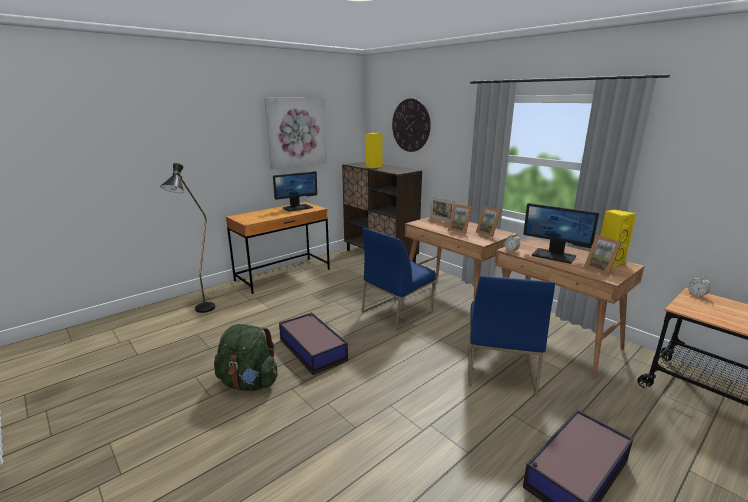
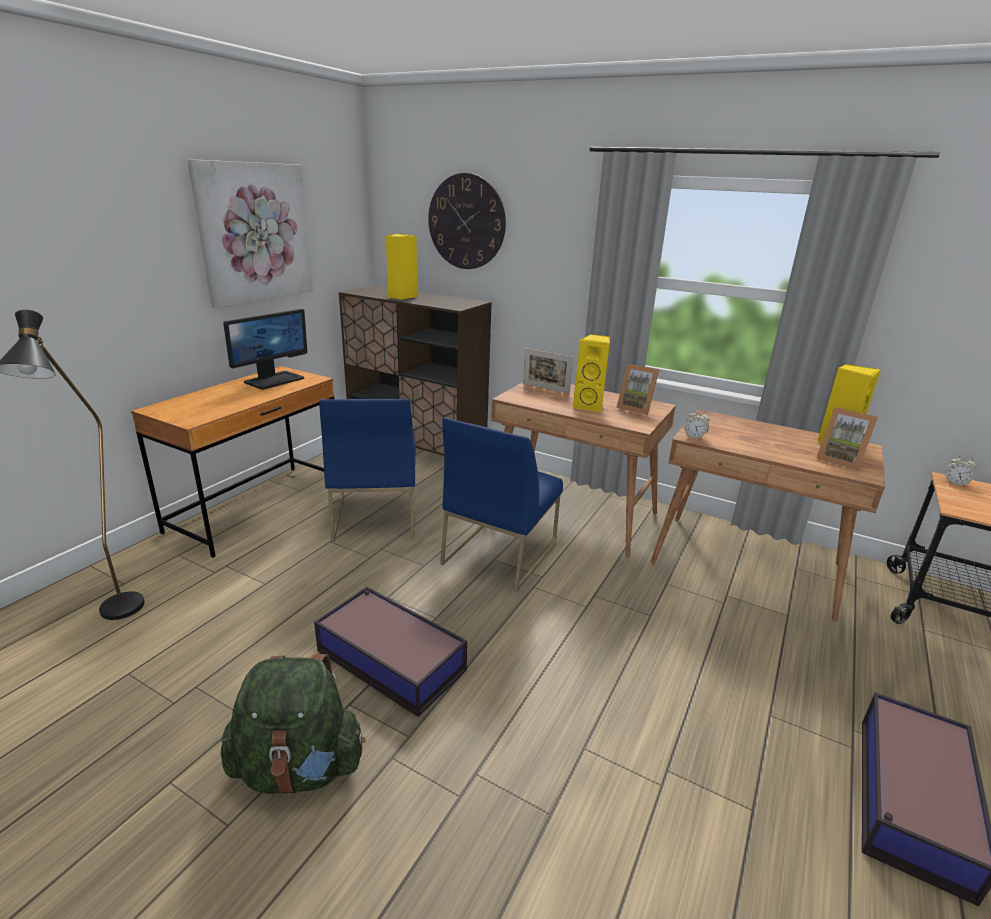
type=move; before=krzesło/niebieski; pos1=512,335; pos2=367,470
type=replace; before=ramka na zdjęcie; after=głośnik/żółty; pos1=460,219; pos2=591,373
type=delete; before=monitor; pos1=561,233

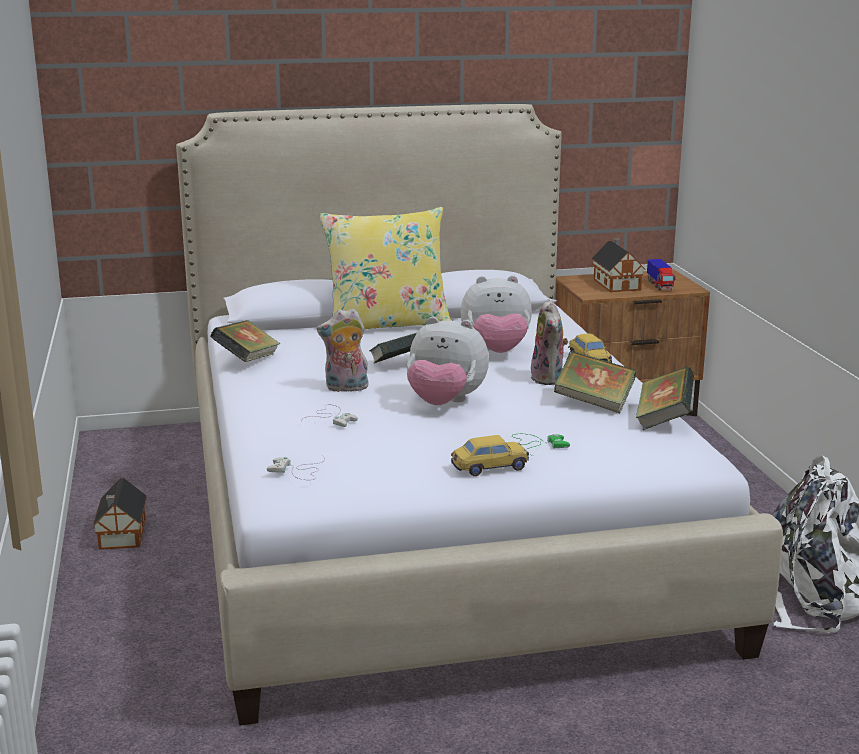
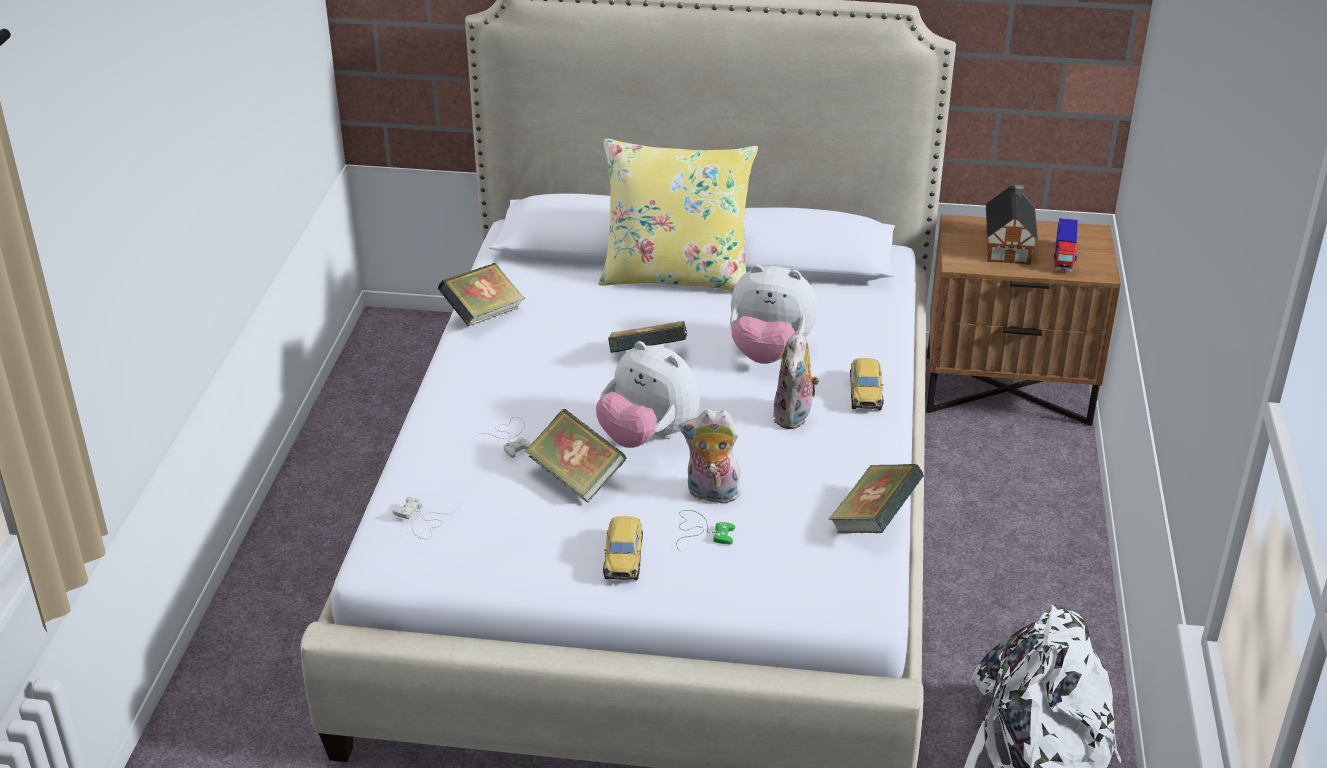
type=move; before=książka; pos1=595,382; pos2=575,456
type=rotate; before=samochodzik; pos1=490,455; pos2=623,548; turn=90
type=move; before=pluszak; pos1=343,350; pos2=711,456
type=delete; before=domek; pos1=119,514

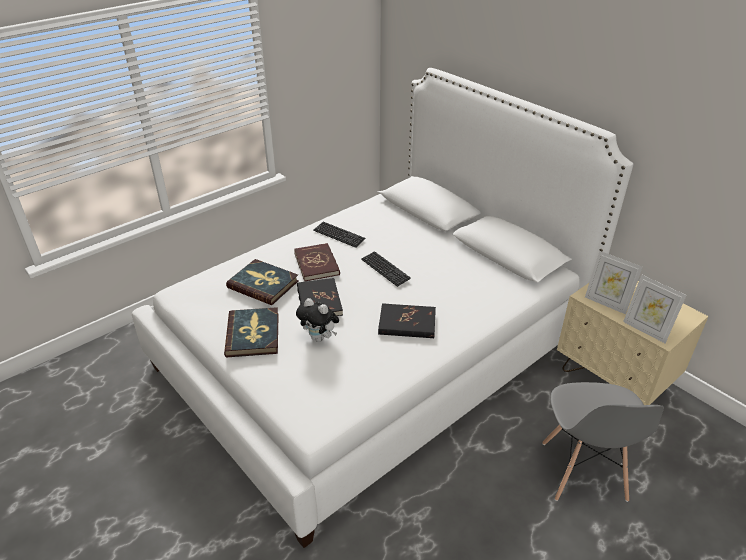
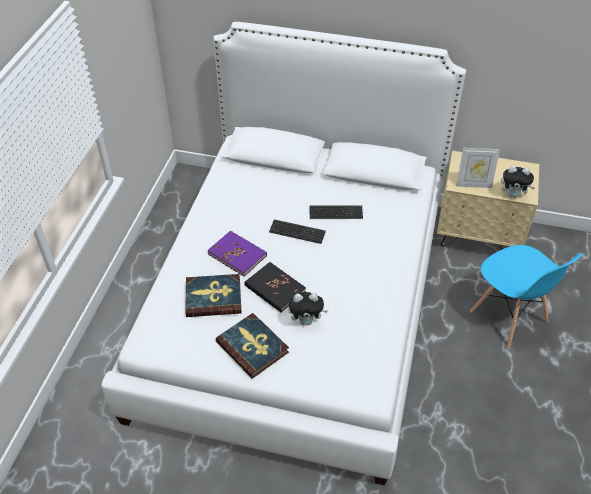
type=recolor; before=książka/czerwony; after=książka/fioletowy; pos1=317,262; pos2=237,254
type=move; before=klawiatura; pos1=339,235; pos2=336,212
type=recolor; before=krzesło/szary; after=krzesło/niebieski; pos1=603,442; pos2=526,296
type=replace; before=ramka na zdjęcie; after=pluszak; pos1=655,309; pos2=518,182
type=delete; before=książka/czarny; pos1=407,320

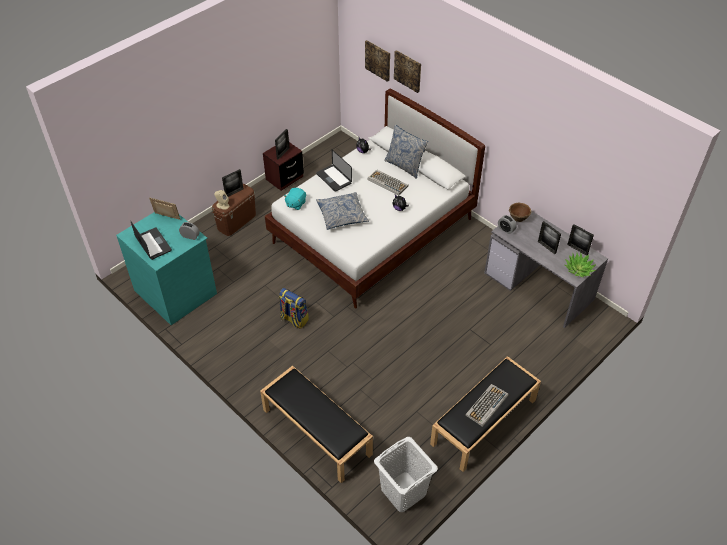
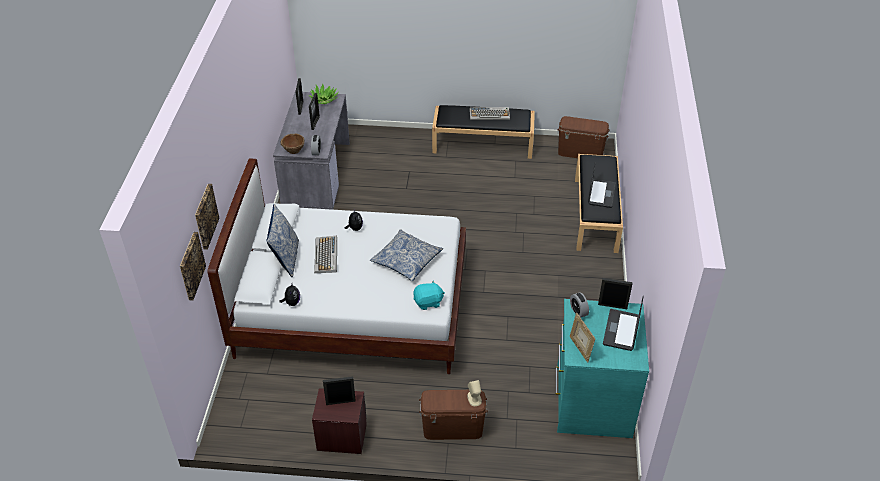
type=replace; before=kosz na pranie/biały; after=pojemnik do przechowywania/brązowy; pos1=406,474; pos2=584,137
type=move; before=laptop; pos1=334,171; pos2=602,184
type=move; before=ramka na zdjęcie; pos1=232,183; pos2=615,293
type=delete; before=plecak; pos1=294,308

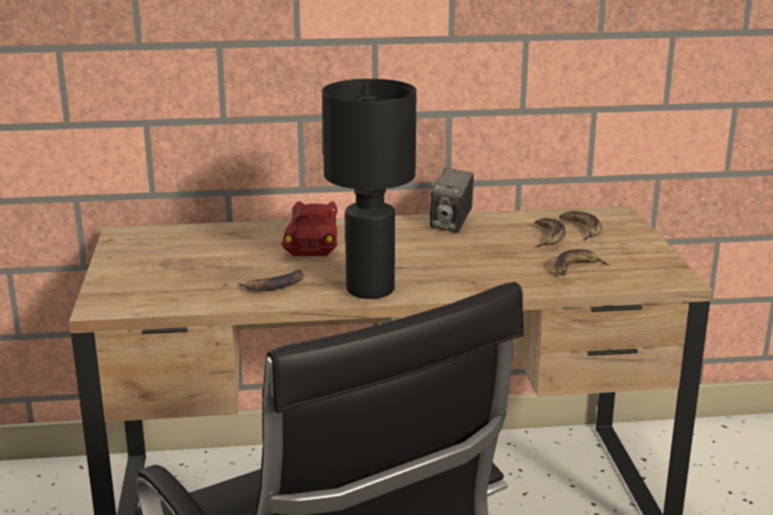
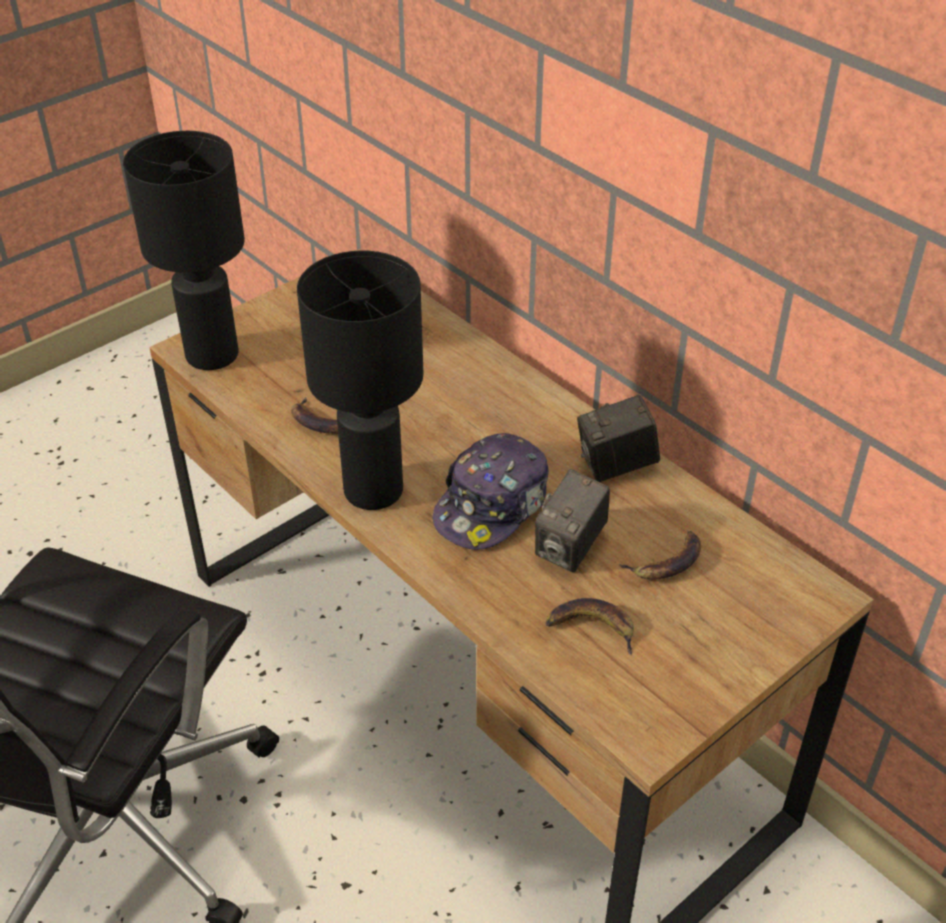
type=insert; after=lampa stołowa/czarny; pos2=184,250
type=insert; after=czapka z daszkiem; pos2=491,491
type=insert; after=aparat fotograficzny; pos2=572,521
type=delete; before=samochodzik/czerwony; pos1=309,228
type=delete; before=banan; pos1=580,226

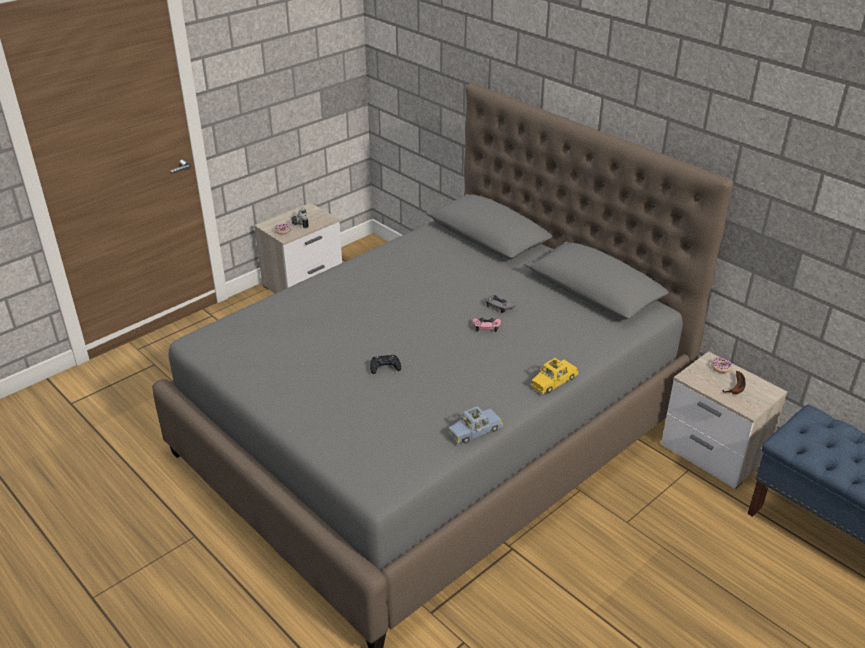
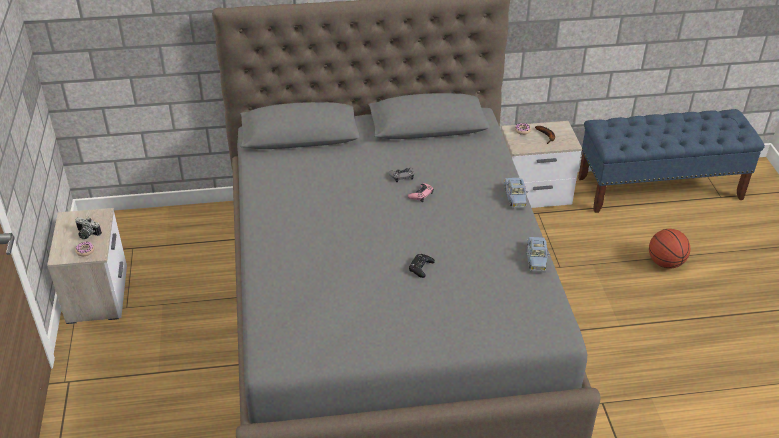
type=recolor; before=samochodzik/żółty; after=samochodzik/niebieski; pos1=554,376; pos2=516,193
type=insert; after=piłka do koszykówki; pos2=669,249

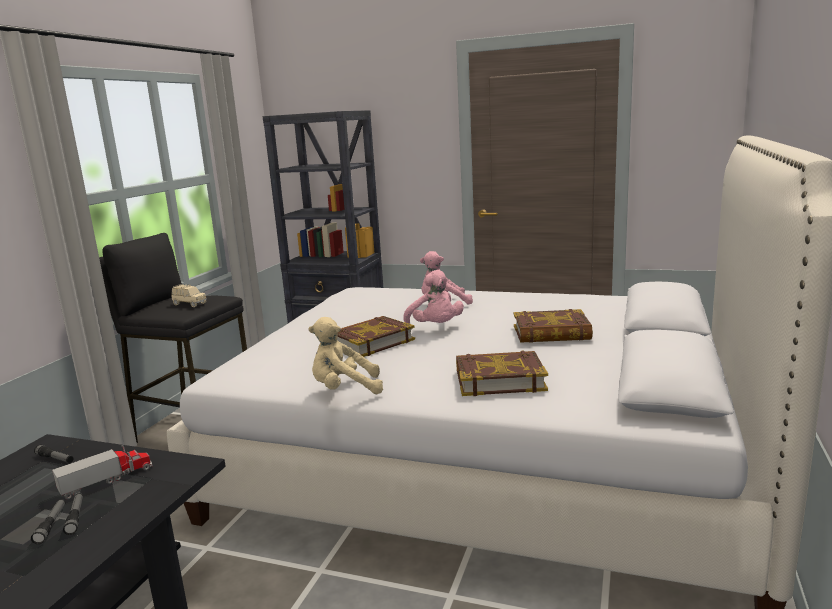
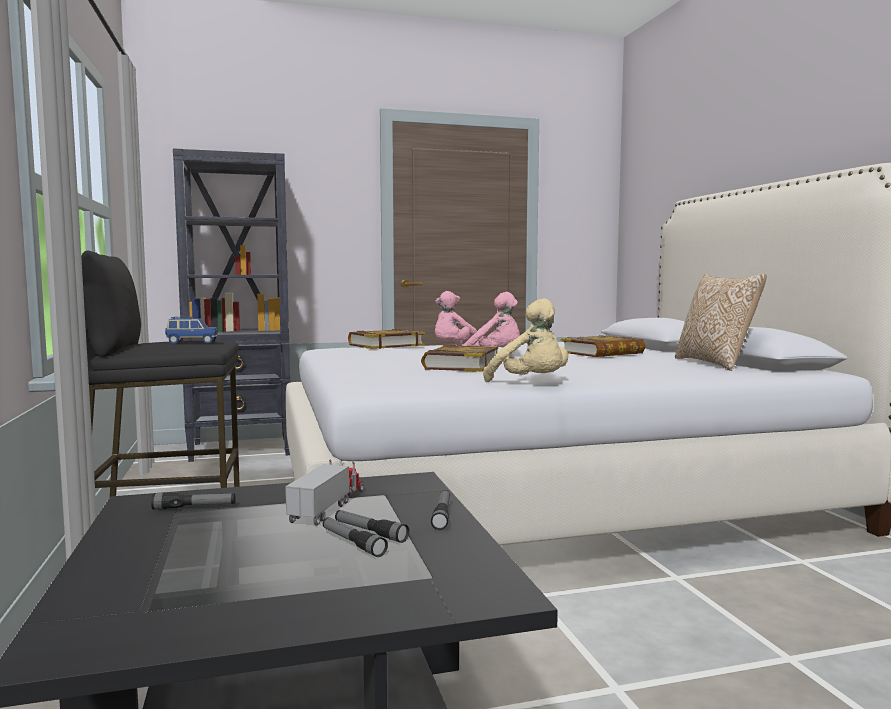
type=recolor; before=samochodzik/beżowy; after=samochodzik/niebieski; pos1=189,295; pos2=191,330
type=move; before=książka; pos1=502,373; pos2=386,339
type=insert; after=latarka; pos2=440,510
type=rotate; before=pluszak/beżowy; pos1=345,355; pos2=525,340; turn=-90
type=insert; after=poduszka; pos2=721,322

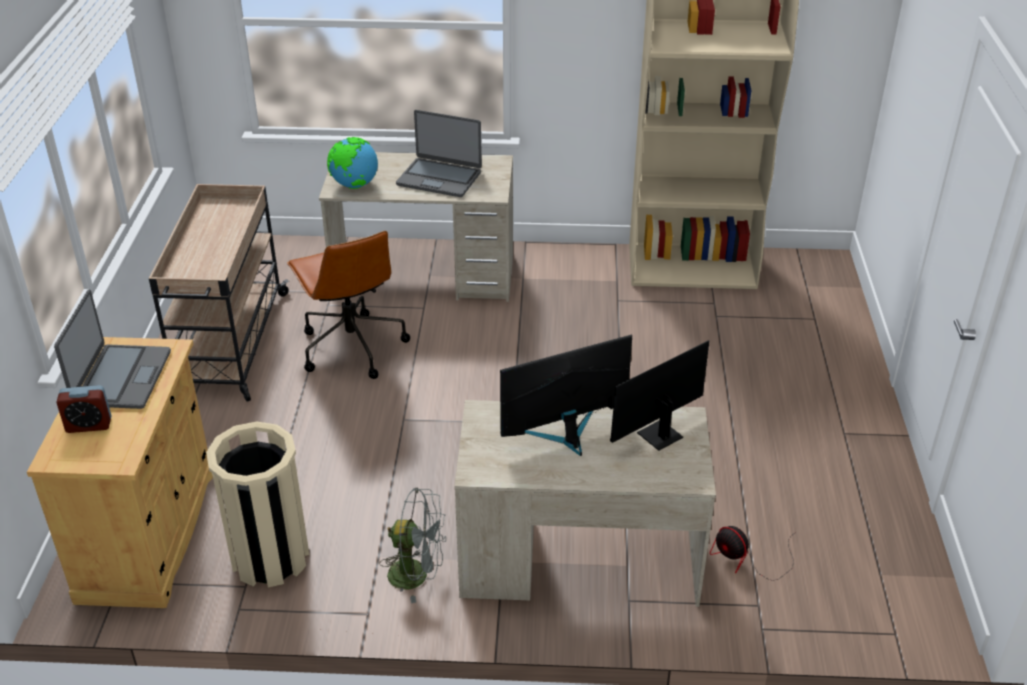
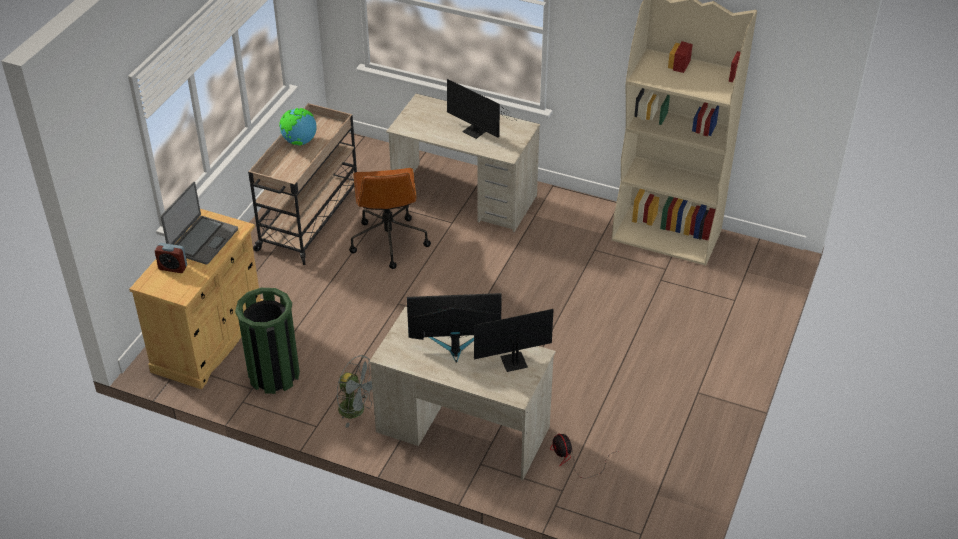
type=recolor; before=kosz na śmieci/beżowy; after=kosz na śmieci/zielony; pos1=257,505; pos2=267,341
type=move; before=globus; pos1=352,163; pos2=298,127
type=replace; before=laptop; after=monitor; pos1=439,153; pos2=480,109

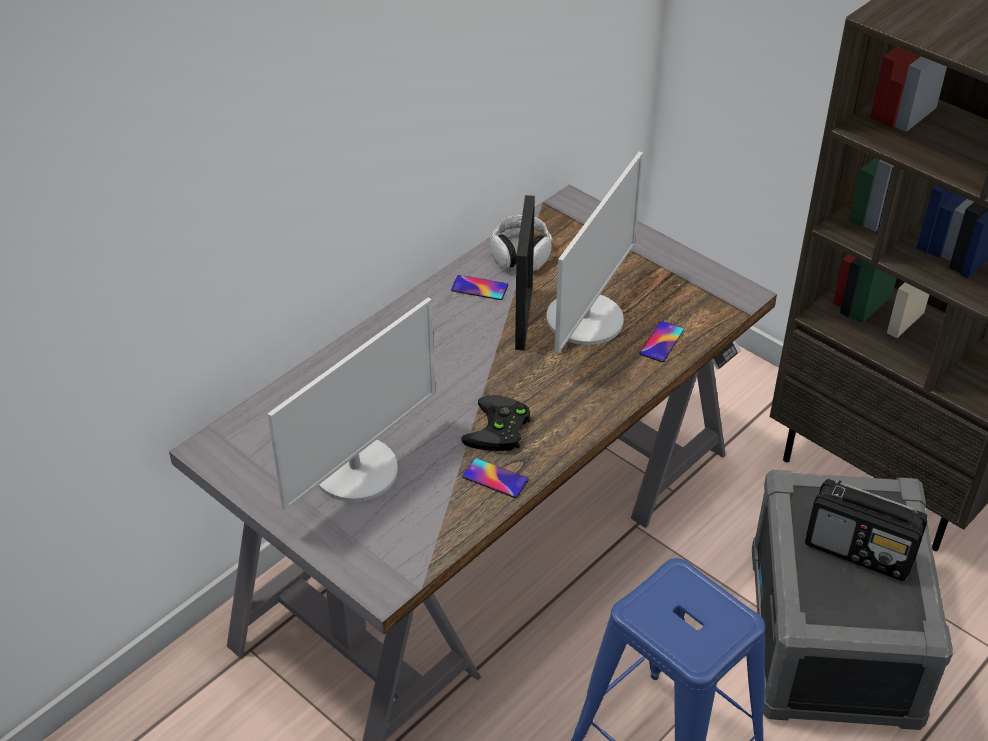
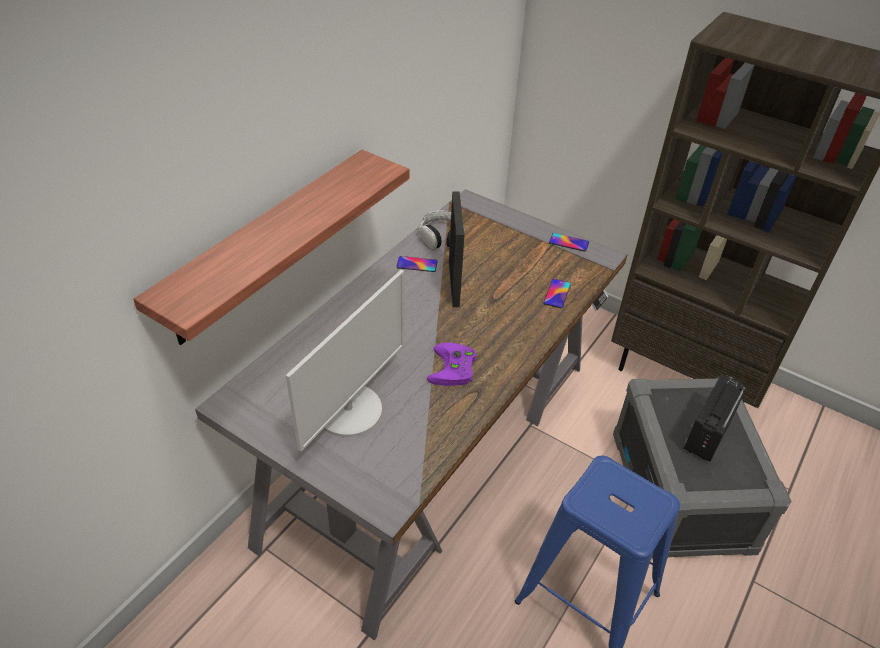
type=insert; after=półka; pos2=271,247
type=recolor; before=pad do gier/czarny; after=pad do gier/fioletowy; pos1=496,423; pos2=451,364
type=move; before=telefon; pos1=495,478; pos2=569,242
type=rotate; before=radio; pos1=866,530; pos2=715,417; turn=105
type=delete; before=monitor; pos1=595,252

